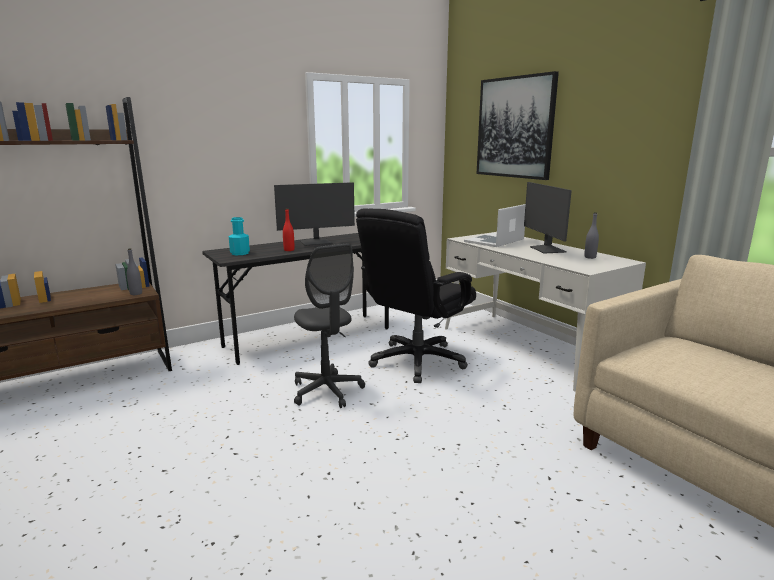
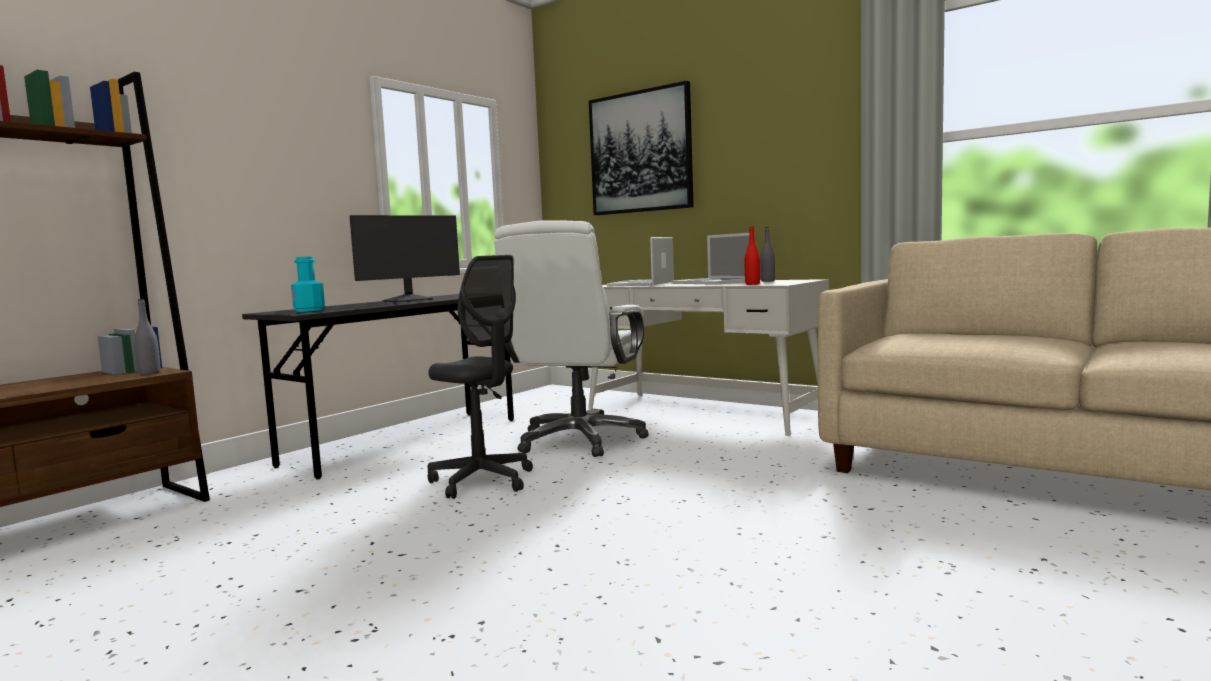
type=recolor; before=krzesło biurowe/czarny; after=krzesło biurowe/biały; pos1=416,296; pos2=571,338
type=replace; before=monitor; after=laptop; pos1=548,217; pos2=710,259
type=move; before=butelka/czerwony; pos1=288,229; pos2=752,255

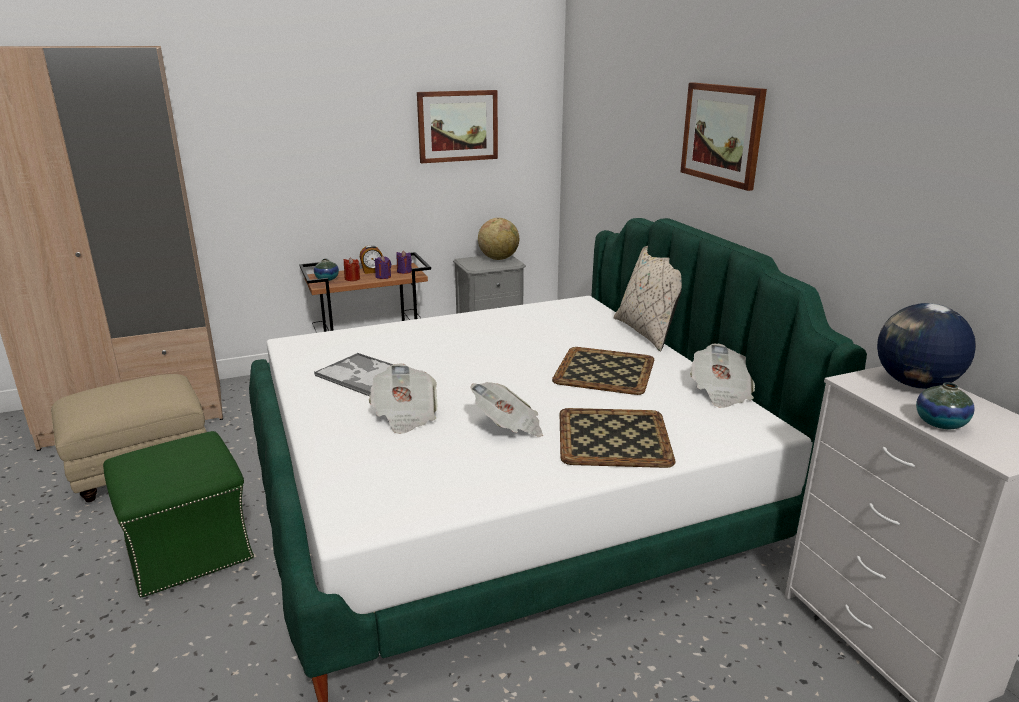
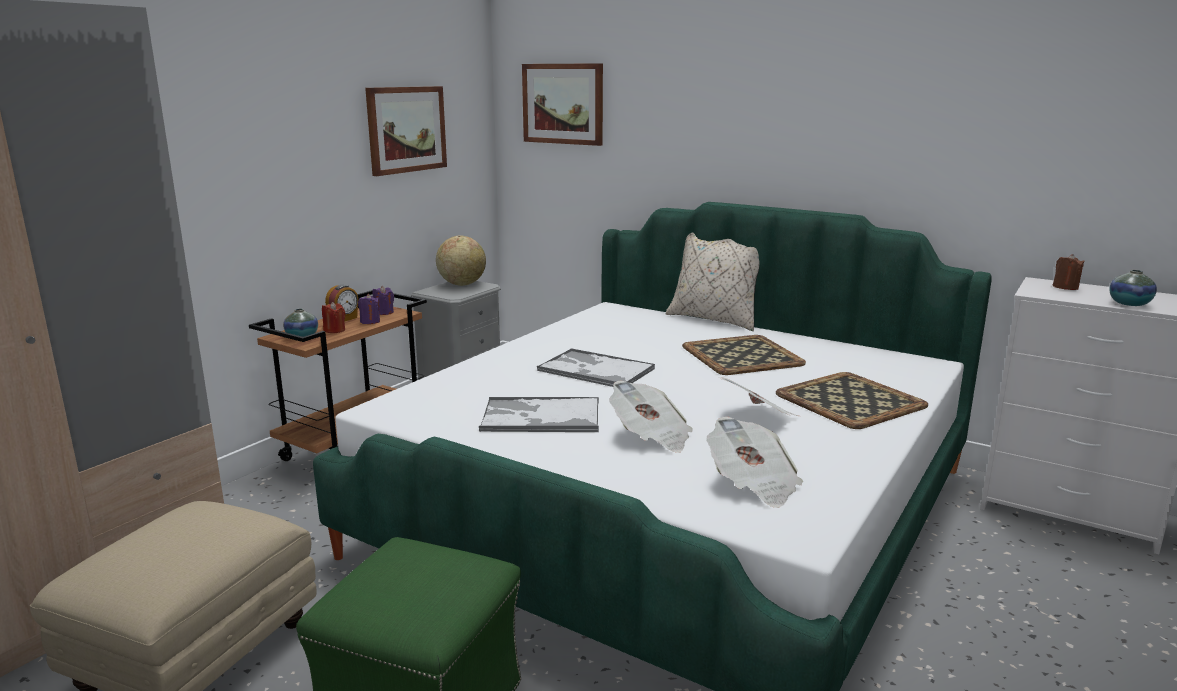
type=move; before=obraz; pos1=723,137; pos2=562,104
type=insert; after=taca; pos2=596,367
type=move; before=gazeta; pos1=722,376; pos2=754,462
type=replace; before=globus; after=świeca/brązowy; pos1=926,346; pos2=1069,272

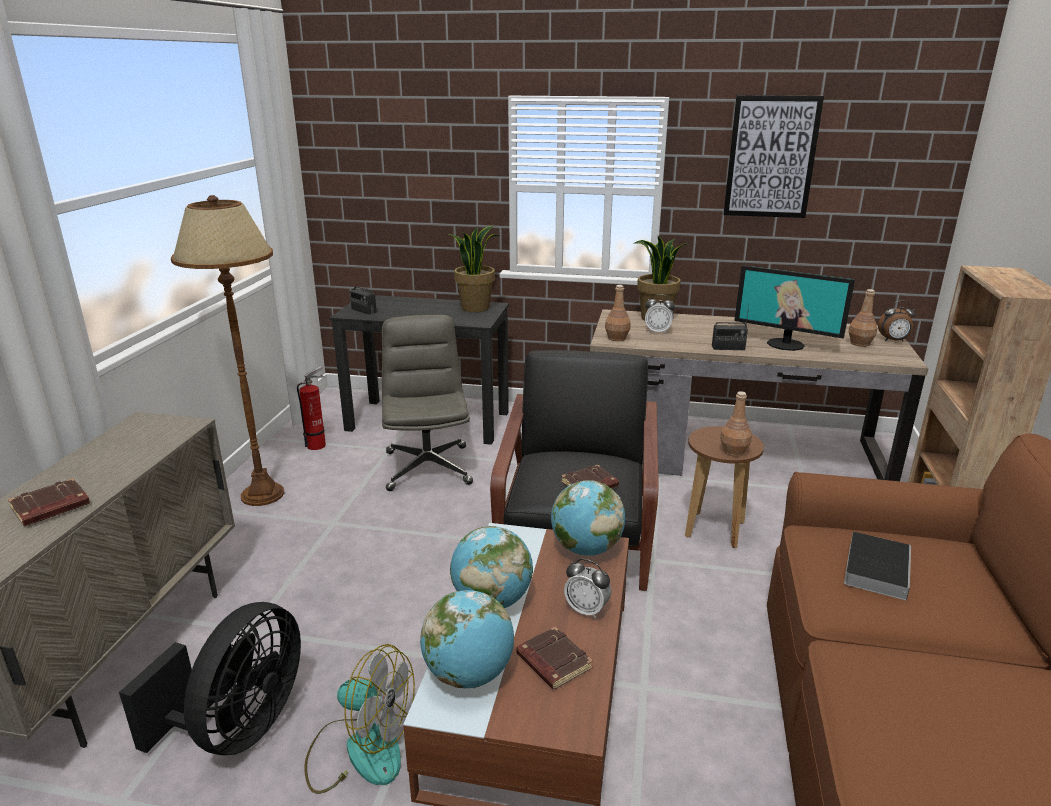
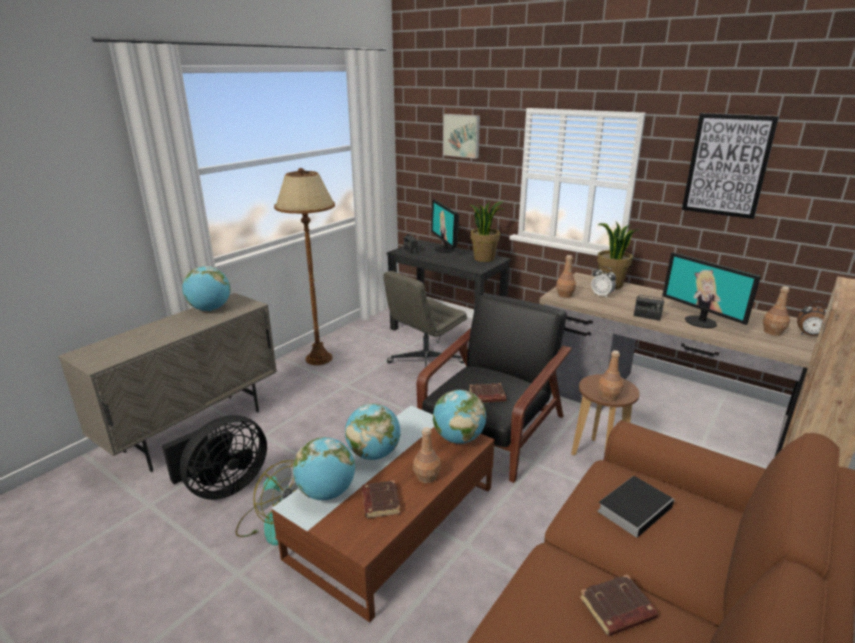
type=insert; after=globus; pos2=206,288
type=rotate; before=krzesło biurowe/szary; pos1=427,403; pos2=425,319; turn=-150
type=replace; before=budzik; after=butelka/brązowy; pos1=587,589; pos2=427,455
type=insert; after=monitor; pos2=445,226
type=insert; after=obraz; pos2=461,136
type=move; before=książka/brązowy; pos1=49,502; pos2=619,605
type=delete; before=gaśnica; pos1=311,408

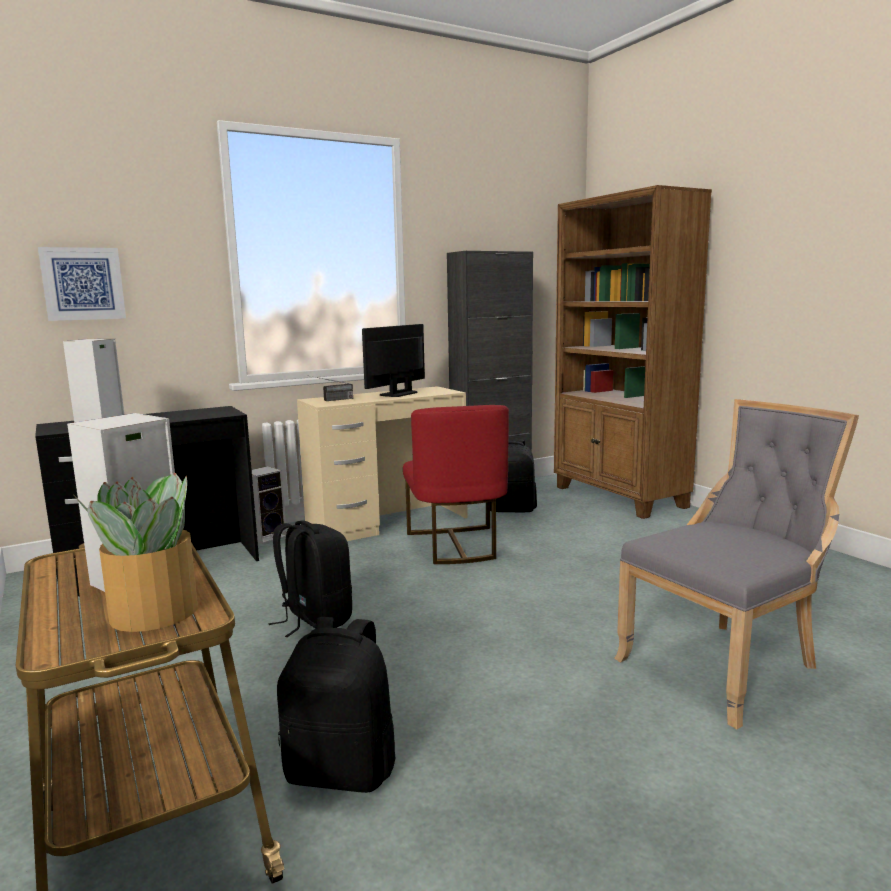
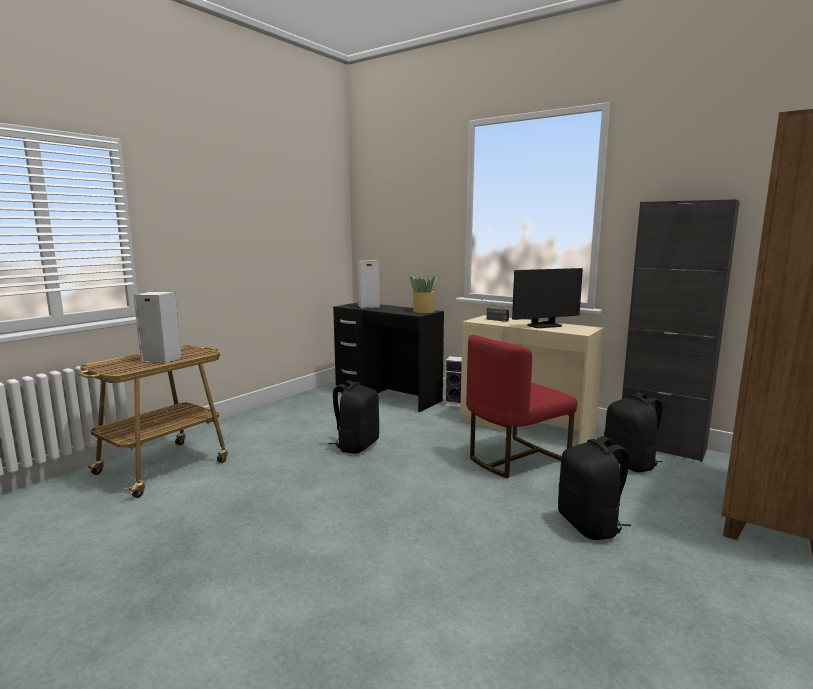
type=move; before=roślina doniczkowa; pos1=135,552; pos2=423,294
type=rotate; before=monitor; pos1=393,360; pos2=547,298; turn=150
type=move; before=plecak/czarny; pos1=336,705; pos2=594,488
type=delete; before=obraz; pos1=82,284
type=delete; before=krzesło/szary; pos1=736,564

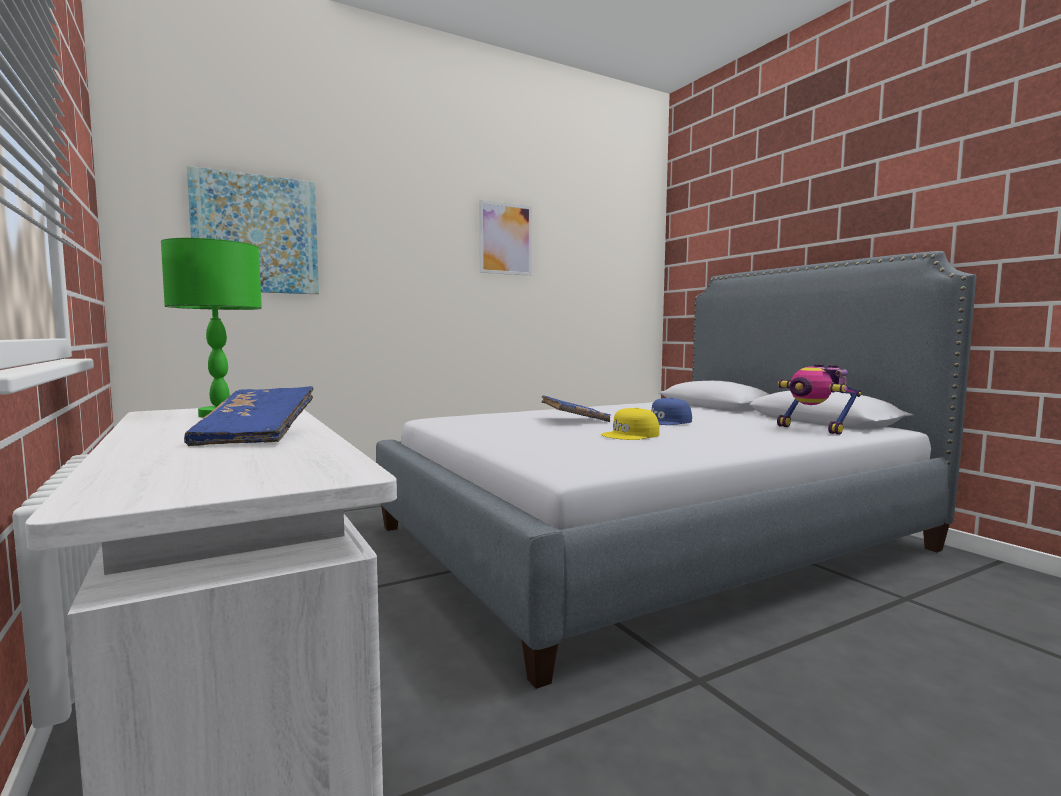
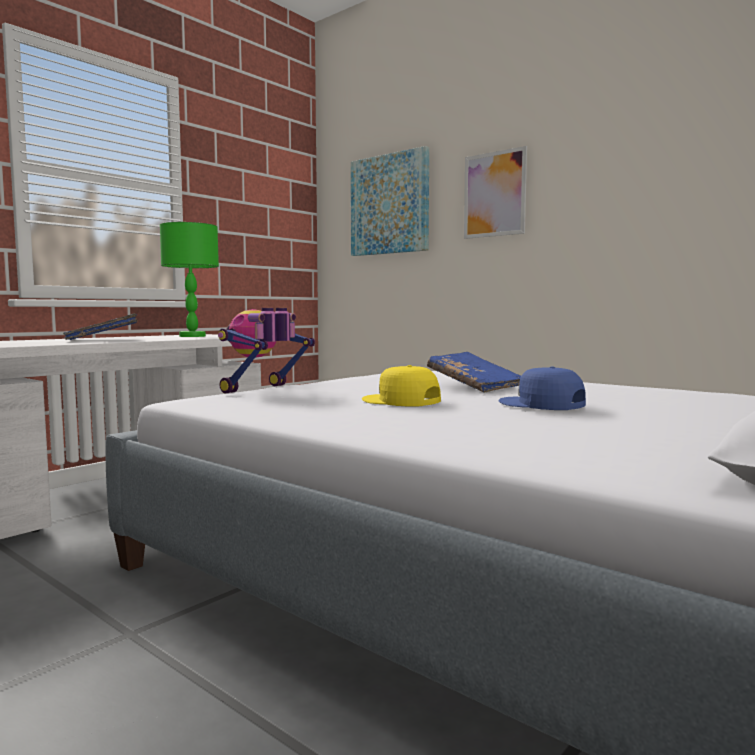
type=move; before=robot zabawkowy; pos1=819,399; pos2=266,350
type=move; before=obraz; pos1=505,238; pos2=495,192

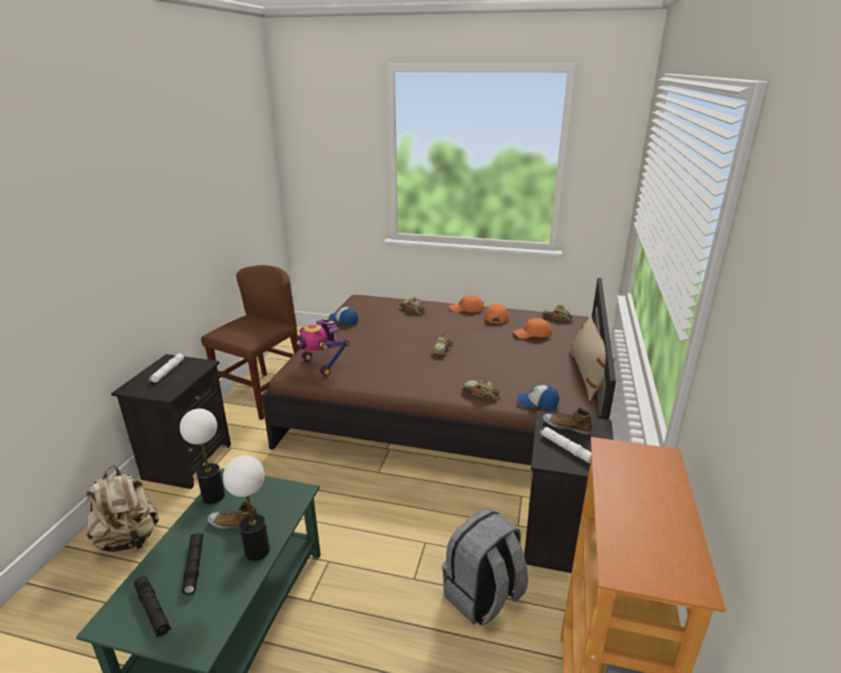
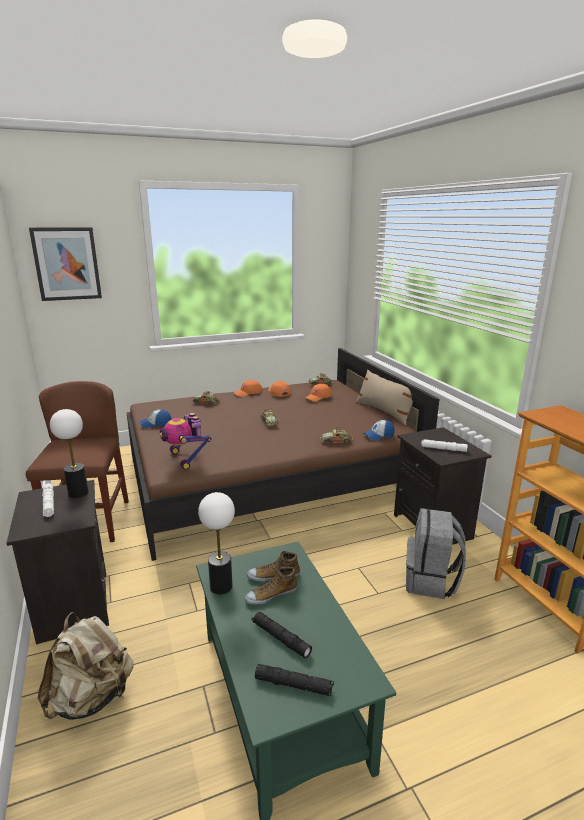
type=insert; after=obraz; pos2=65,264
type=move; before=lampa stołowa; pos1=246,508; pos2=69,453
type=rotate; before=robot zabawkowy; pos1=323,347; pos2=185,441; turn=45
type=move; before=but; pos1=567,421; pos2=273,566

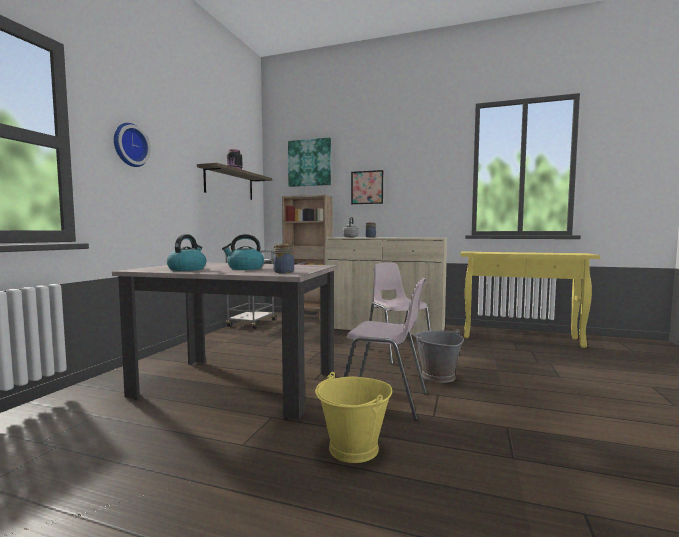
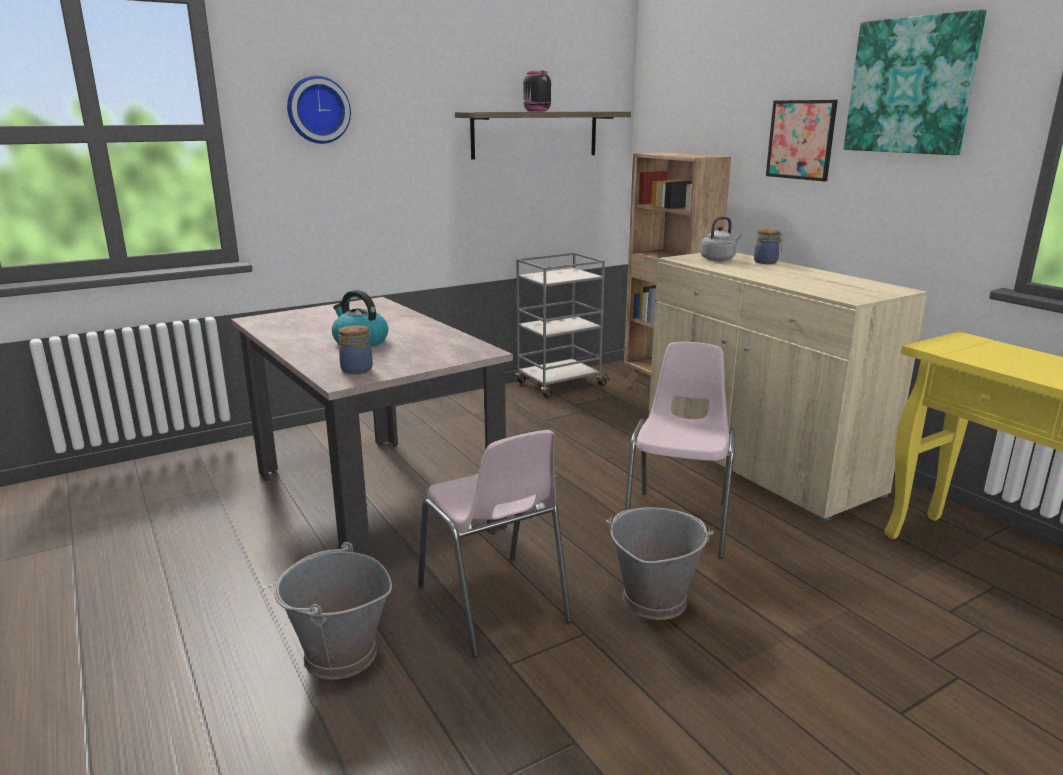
type=recolor; before=wiadro/żółty; after=wiadro/szary; pos1=353,417; pos2=333,611
type=move; before=obraz; pos1=309,162; pos2=915,82
type=delete; before=czajnik; pos1=186,252

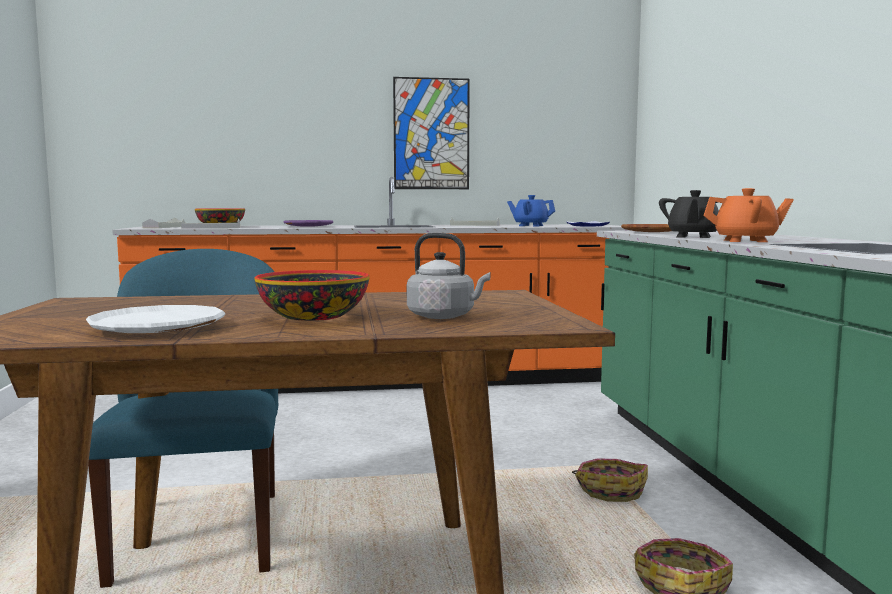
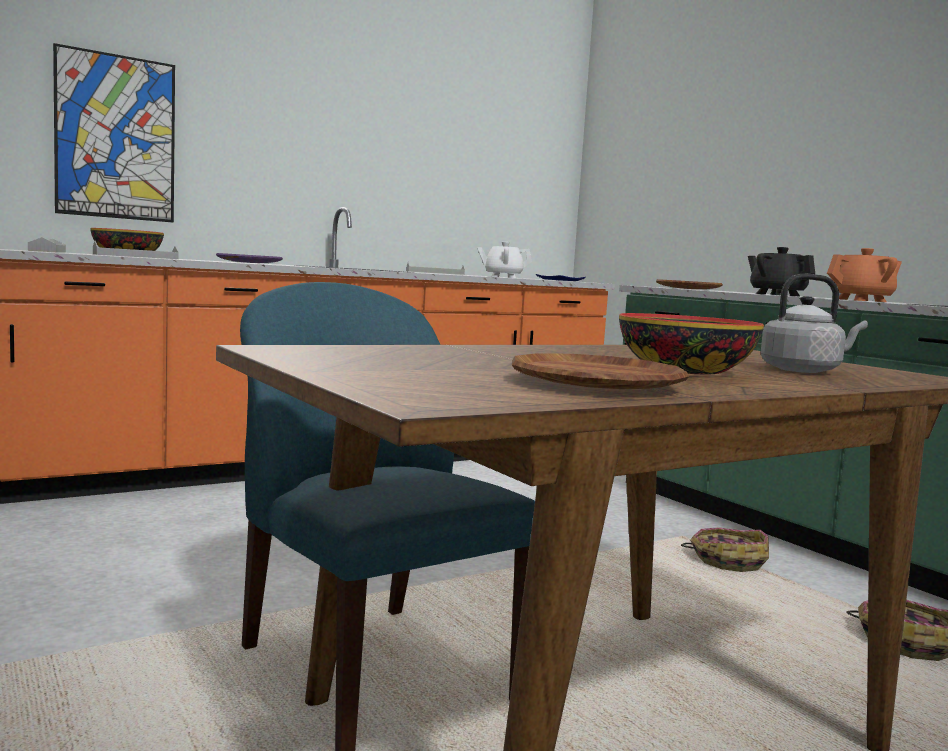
type=move; before=obraz; pos1=431,133; pos2=114,132
type=recolor; before=imbryk/niebieski; after=imbryk/biały; pos1=531,210; pos2=504,260
type=recolor; before=talerz/biały; after=talerz/brązowy; pos1=156,319; pos2=600,371
type=rotate; before=imbryk/czarny; pos1=692,214; pos2=781,271; turn=150

